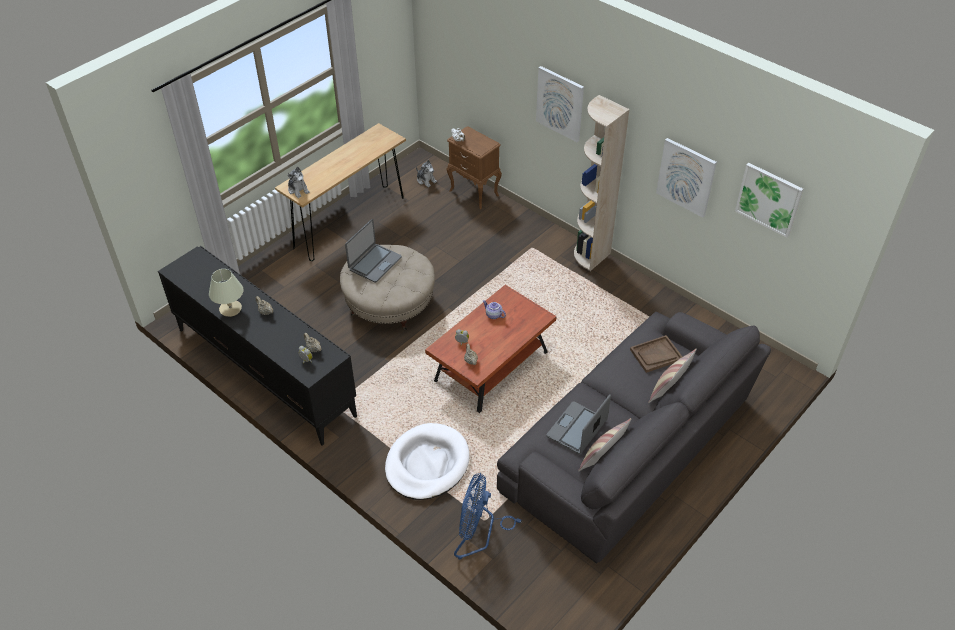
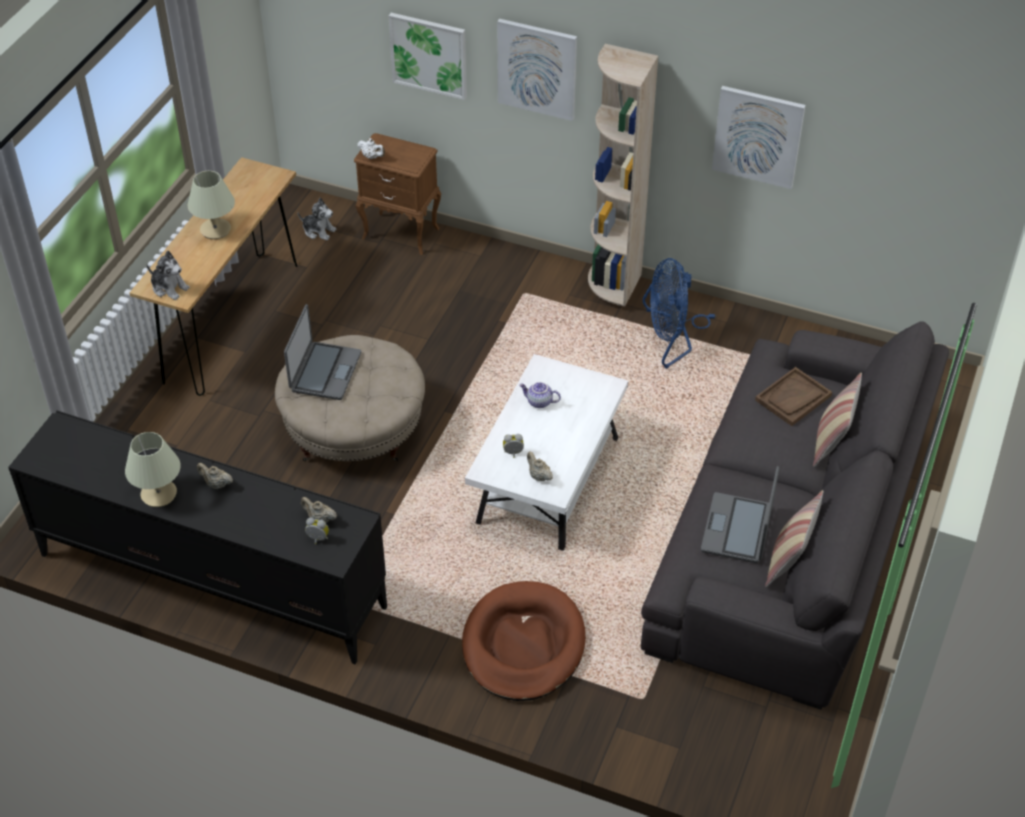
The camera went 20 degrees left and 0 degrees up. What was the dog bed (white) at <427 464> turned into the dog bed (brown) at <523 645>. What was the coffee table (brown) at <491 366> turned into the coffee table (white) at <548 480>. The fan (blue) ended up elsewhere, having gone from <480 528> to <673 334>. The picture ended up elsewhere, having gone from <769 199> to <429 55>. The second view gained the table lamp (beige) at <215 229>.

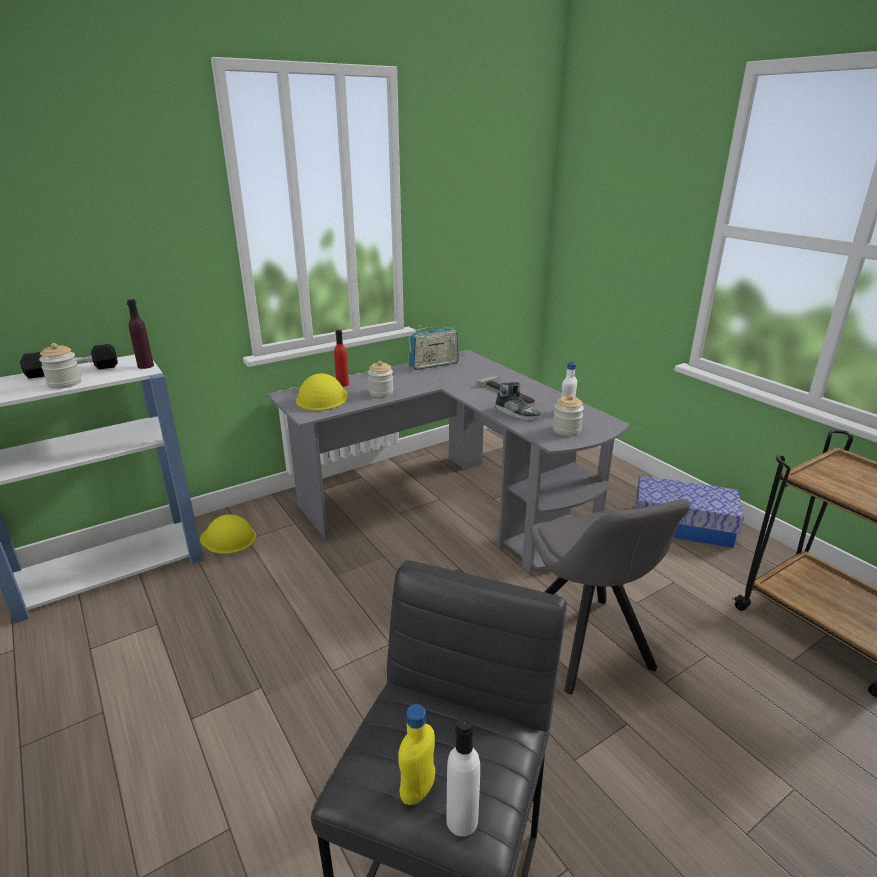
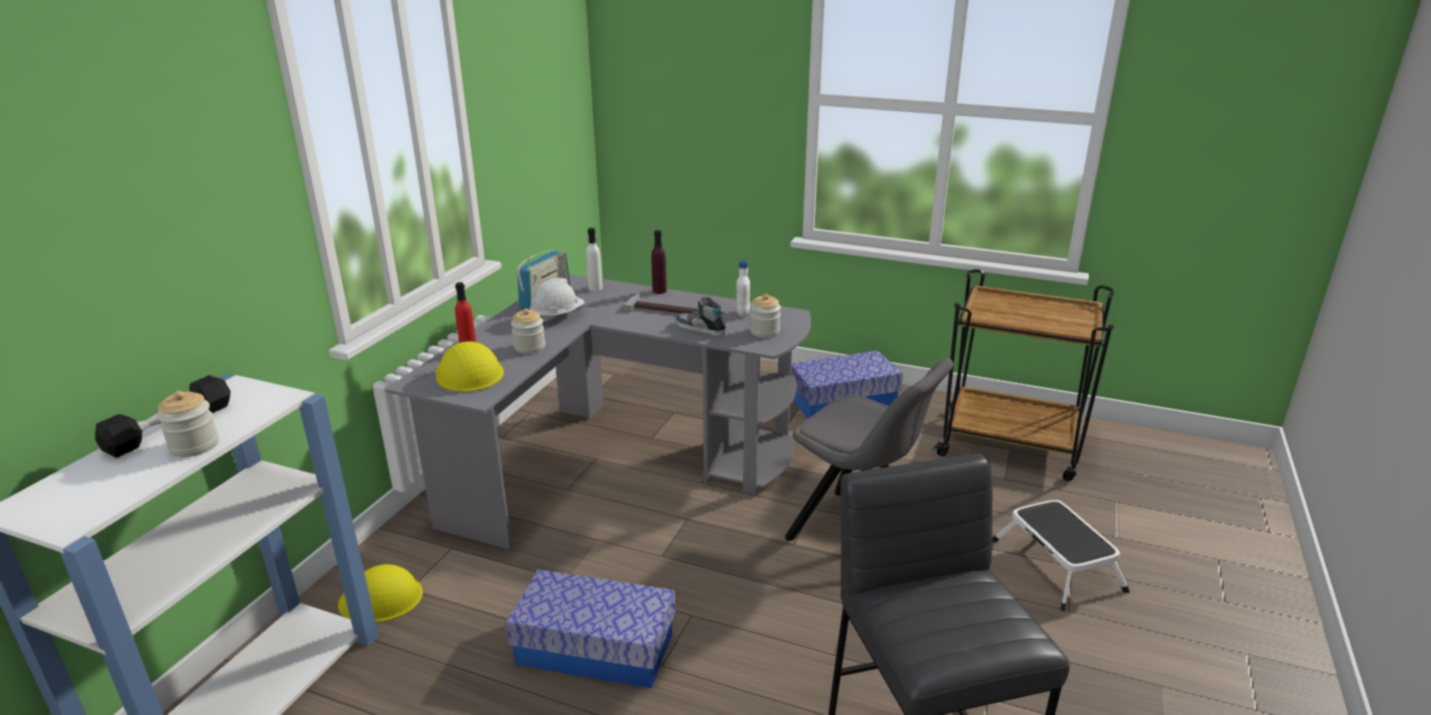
The camera went 35 degrees left and 0 degrees up. The bottle (purple) ended up elsewhere, having gone from <145 366> to <659 291>. The second view lost the bottle (yellow) at <418 790>. The bottle (white) ended up elsewhere, having gone from <462 820> to <595 288>. The shoe at <517 413> ended up facing another way, 150 degrees counterclockwise from before. The second view gained the storage box at <595 648>. The second view gained the hard hat (white) at <557 316>. The second view gained the step ladder (black) at <1057 565>.

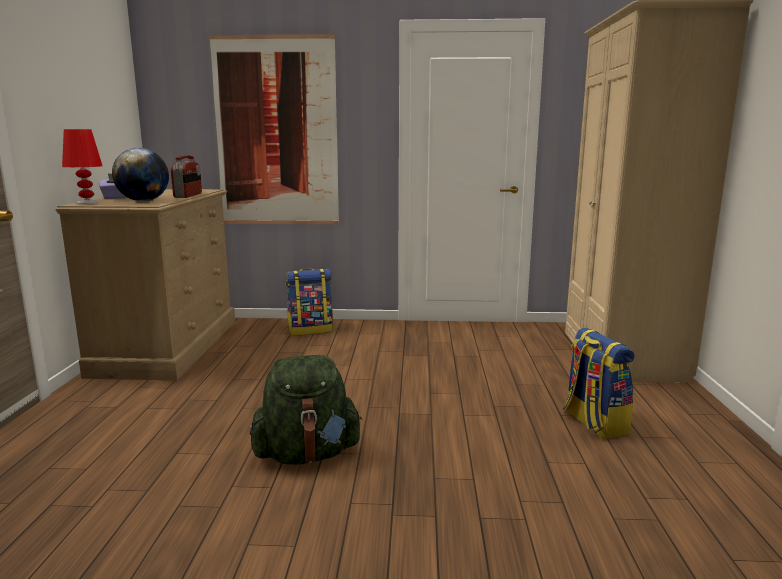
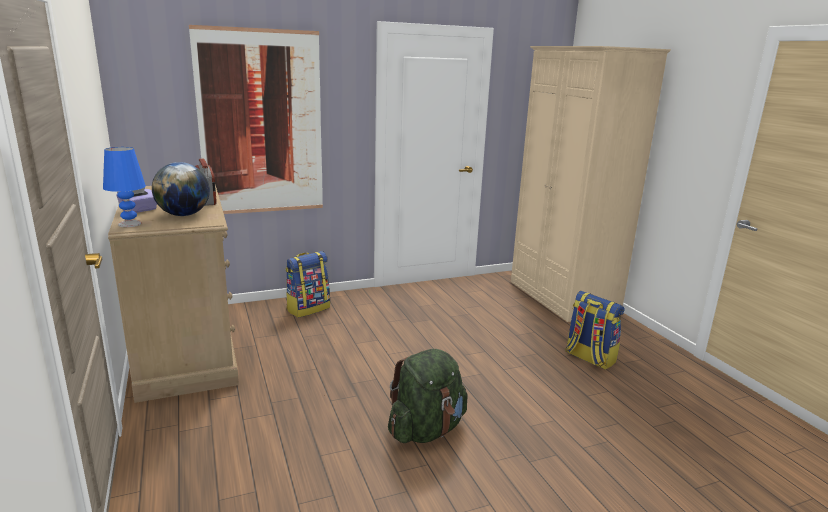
The camera went 25 degrees left and 5 degrees up. What was the table lamp (red) at <87 203> turned into the table lamp (blue) at <130 224>.

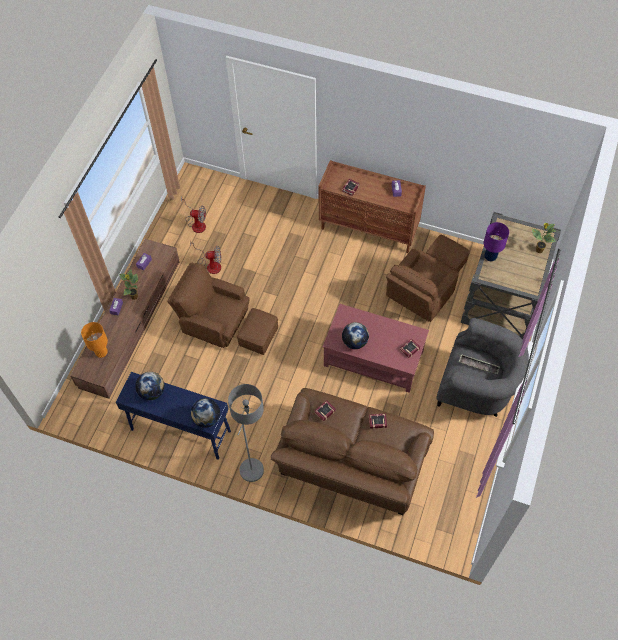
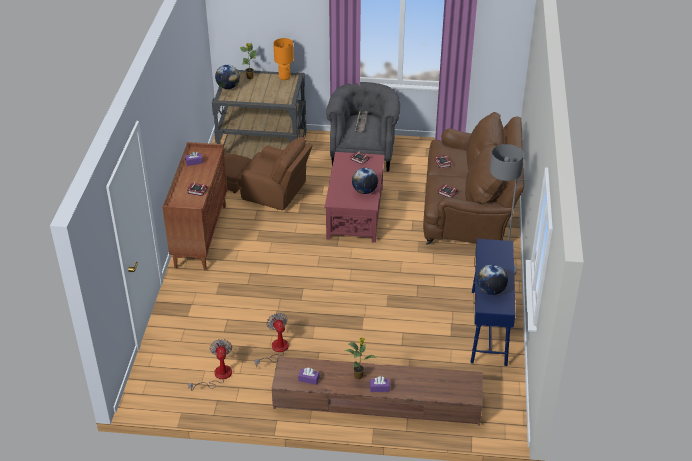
The camera went 105 degrees left and 20 degrees down. The table lamp (orange) ended up elsewhere, having gone from <102 353> to <284 78>. The second view lost the armchair (brown) at <224 324>. The globe ended up elsewhere, having gone from <207 418> to <228 87>. The second view lost the table lamp (purple) at <490 257>.

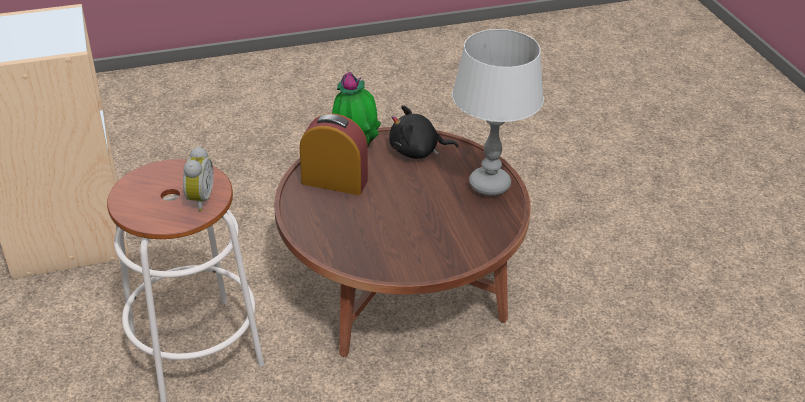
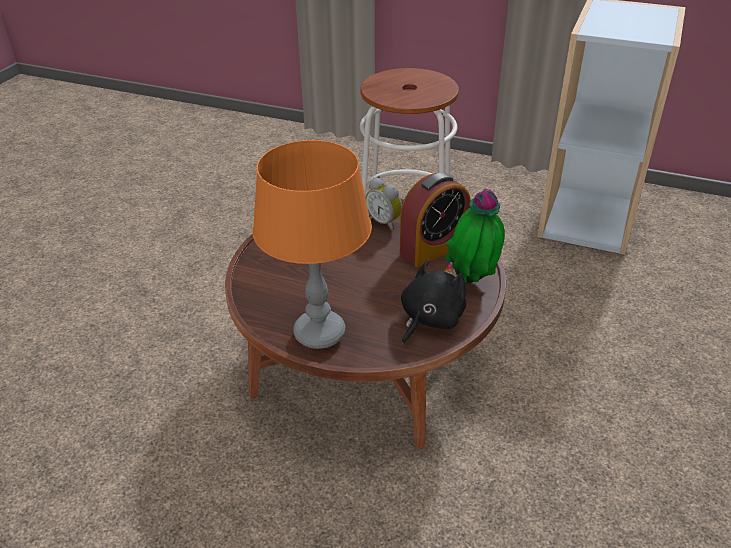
The camera went 130 degrees right and 0 degrees up. The alarm clock ended up elsewhere, having gone from <198 200> to <385 222>. What was the table lamp (grey) at <489 185> turned into the table lamp (orange) at <319 333>.

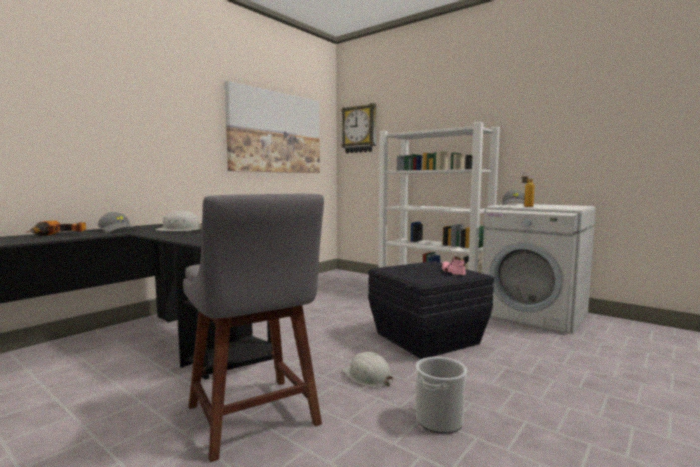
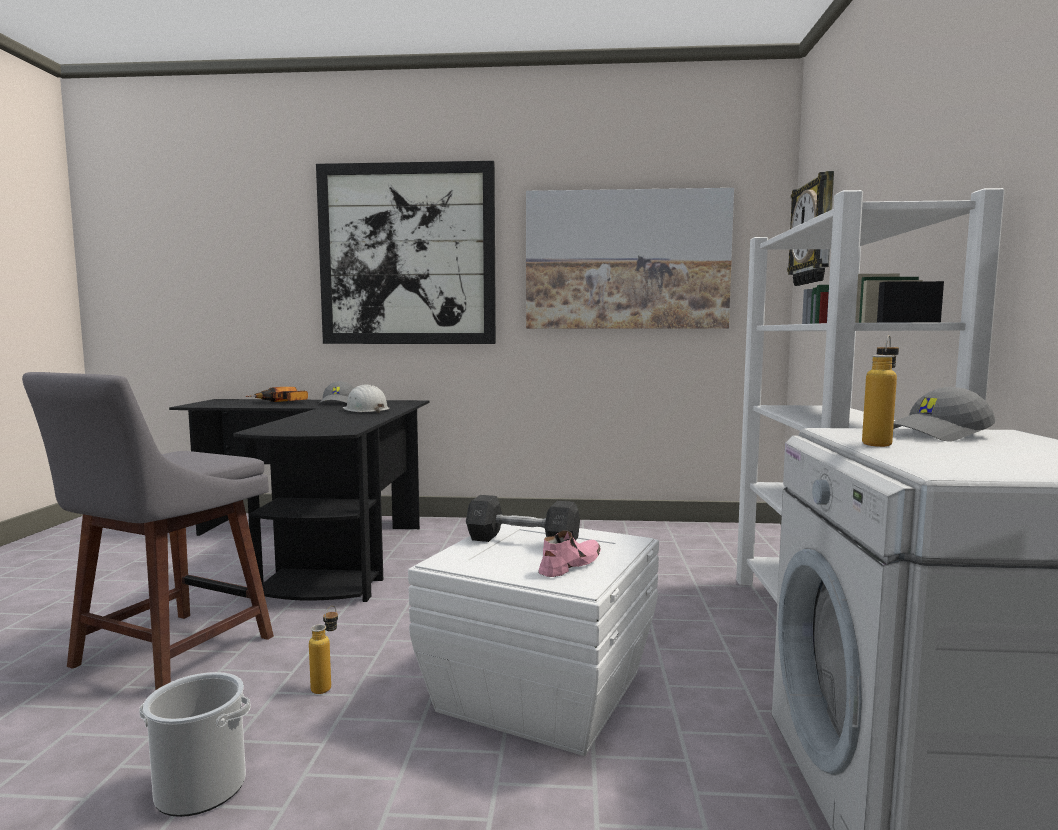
The camera went 55 degrees right and 0 degrees up. Where the hard hat (white) stood at <367 376>, the bottle came to stand at <326 685>. What was the storage box (black) at <425 338> turned into the storage box (white) at <540 690>. The second view gained the picture at <407 255>. The second view gained the dumbbell (grey) at <522 541>.

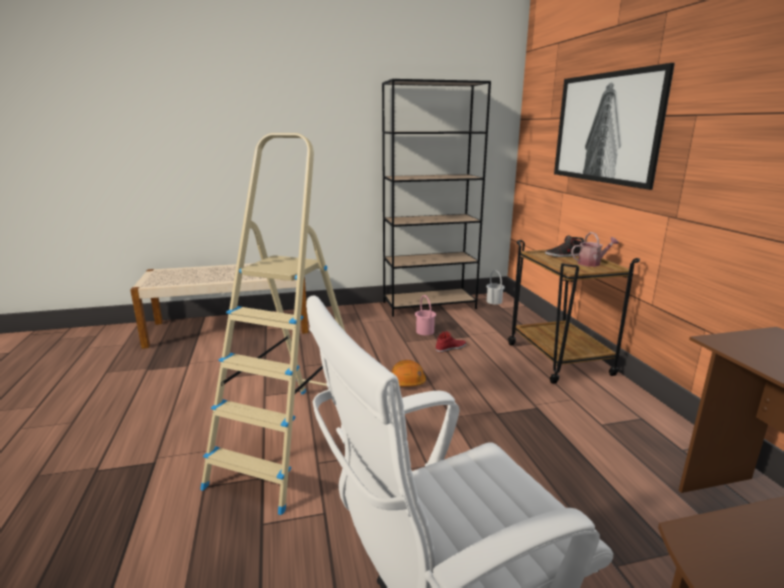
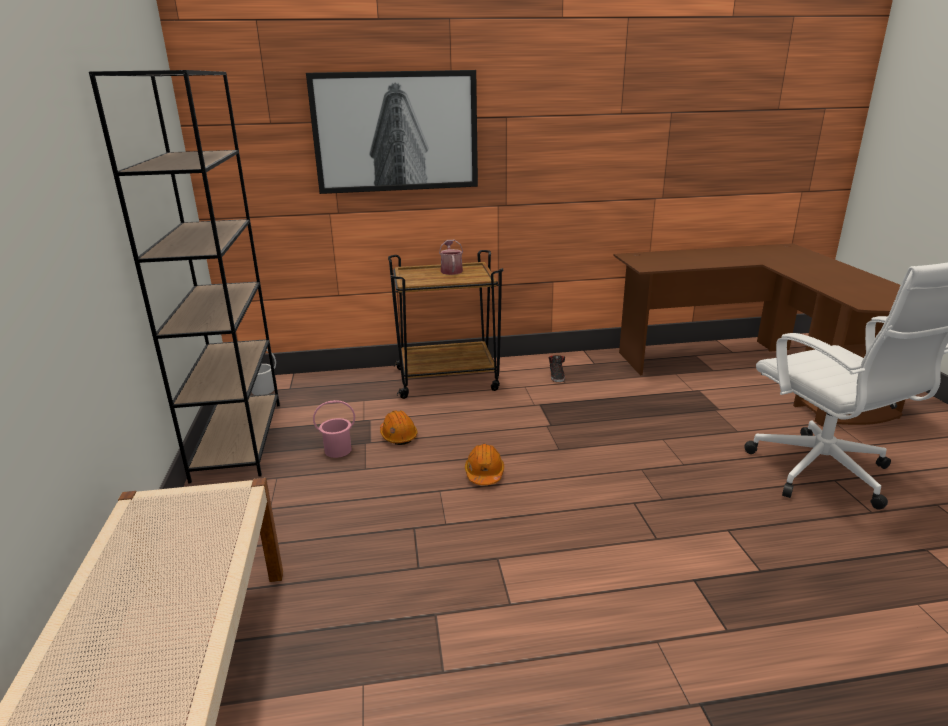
The camera went 85 degrees left and 5 degrees up. The second view lost the step ladder (beige) at <294 442>. Where the shoe (red) stood at <450 348>, the hard hat (orange) came to stand at <398 436>. The shoe (black) ended up elsewhere, having gone from <563 255> to <557 375>.

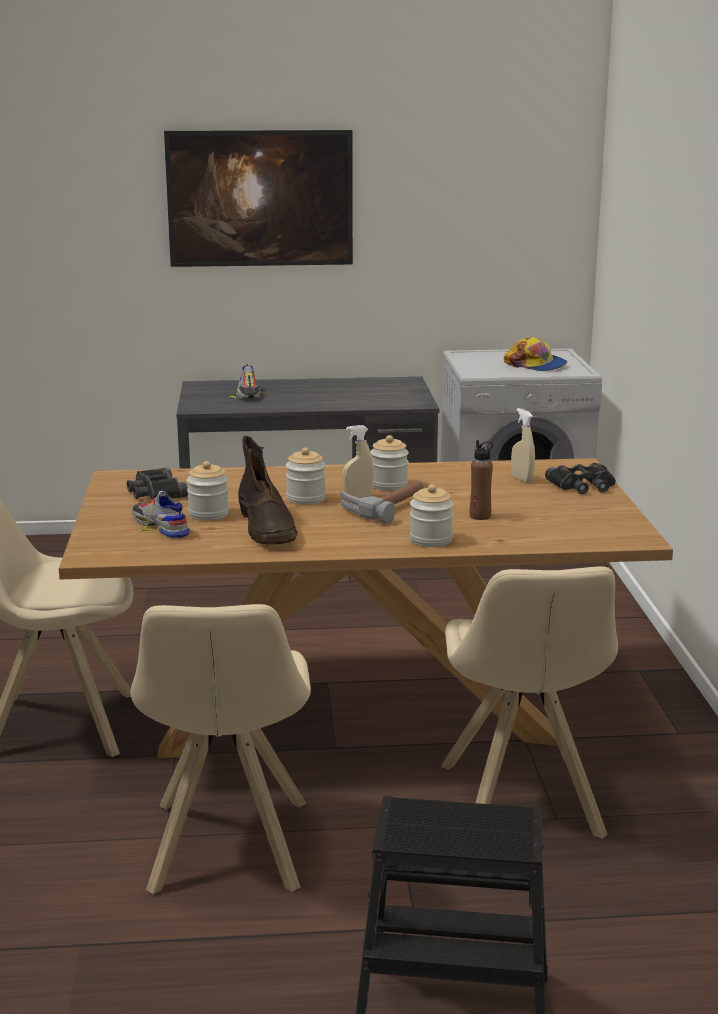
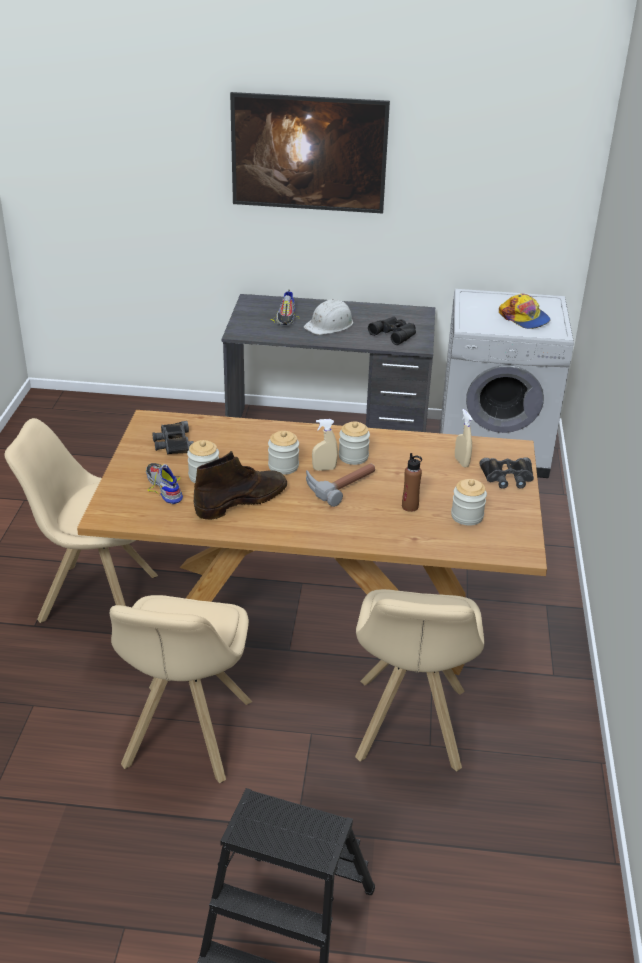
The camera went 10 degrees right and 15 degrees up. The boot (brown) at <267 528> ended up facing another way, 120 degrees counterclockwise from before. The jar ended up elsewhere, having gone from <431 540> to <467 516>. The second view gained the hard hat (white) at <330 325>. The second view gained the binoculars (black) at <395 334>.

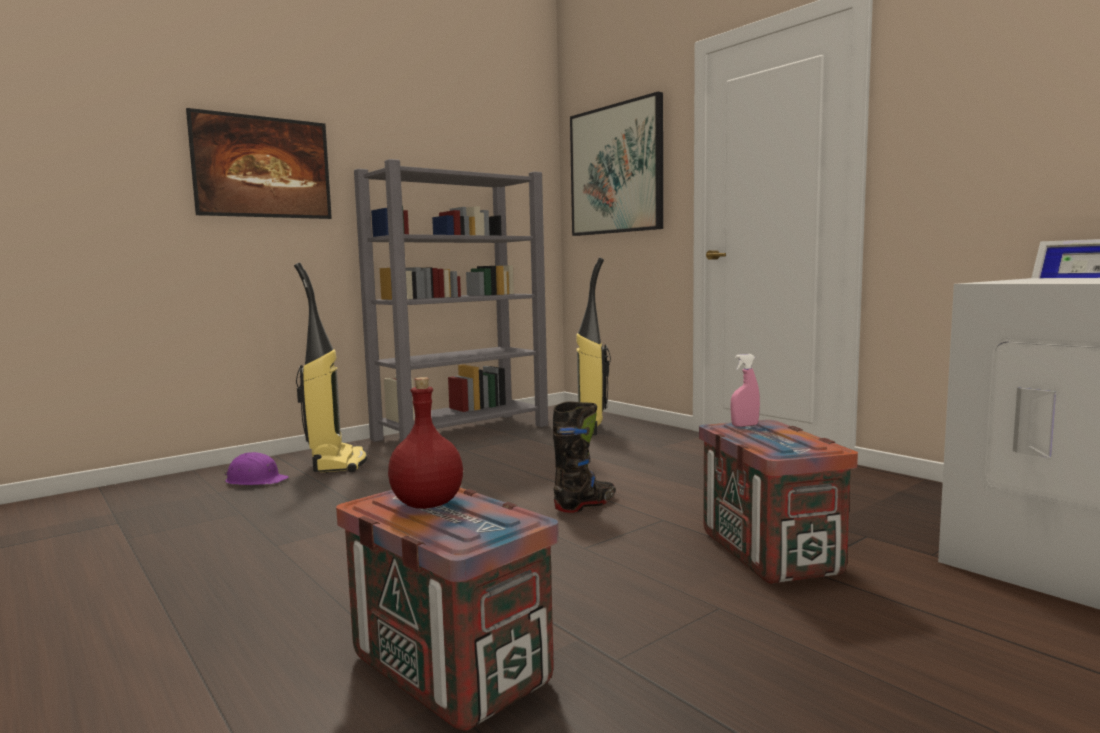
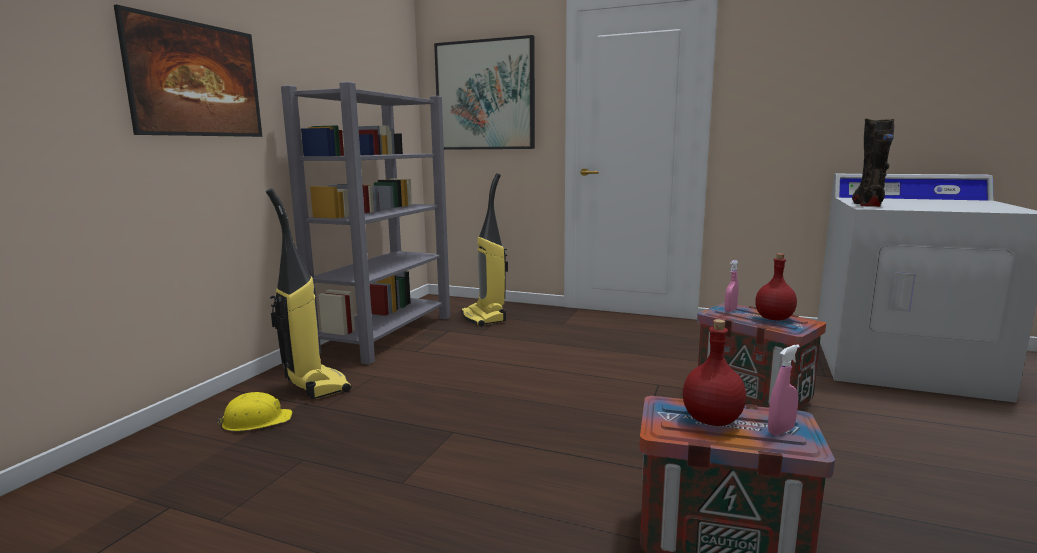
The camera went 30 degrees left and 5 degrees up. What was the hard hat (purple) at <256 480> turned into the hard hat (yellow) at <256 421>. The boot (black) ended up elsewhere, having gone from <585 504> to <867 204>. The second view gained the bottle (red) at <773 318>. The second view gained the spray bottle (pink) at <781 430>.

